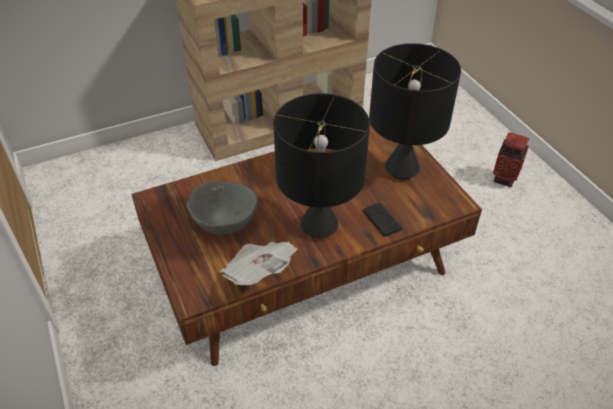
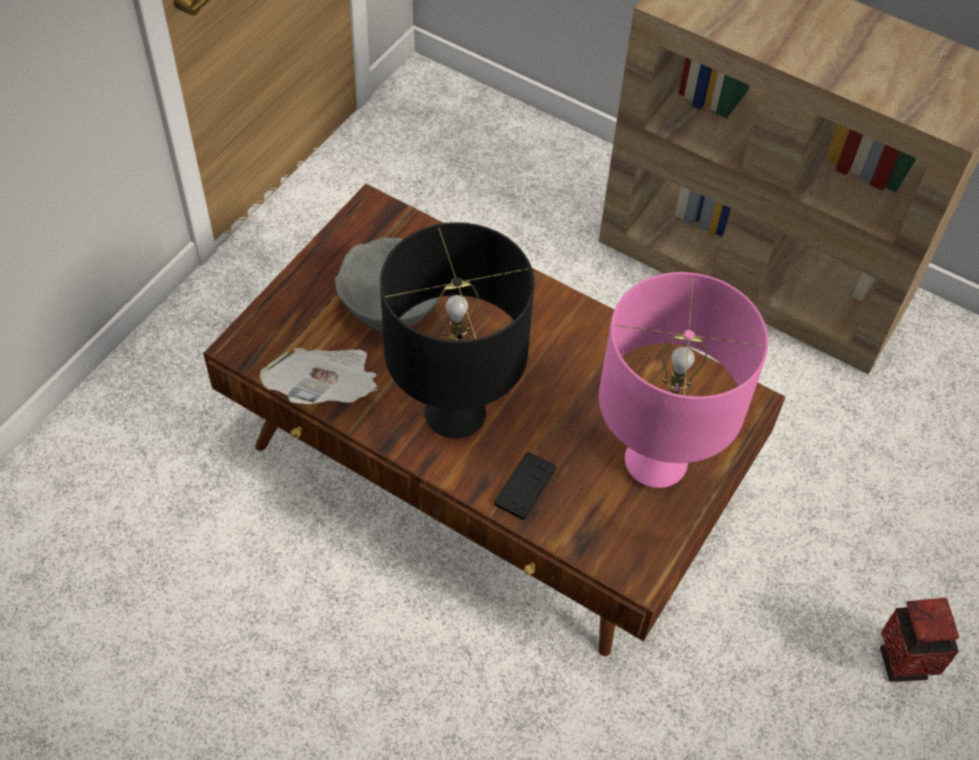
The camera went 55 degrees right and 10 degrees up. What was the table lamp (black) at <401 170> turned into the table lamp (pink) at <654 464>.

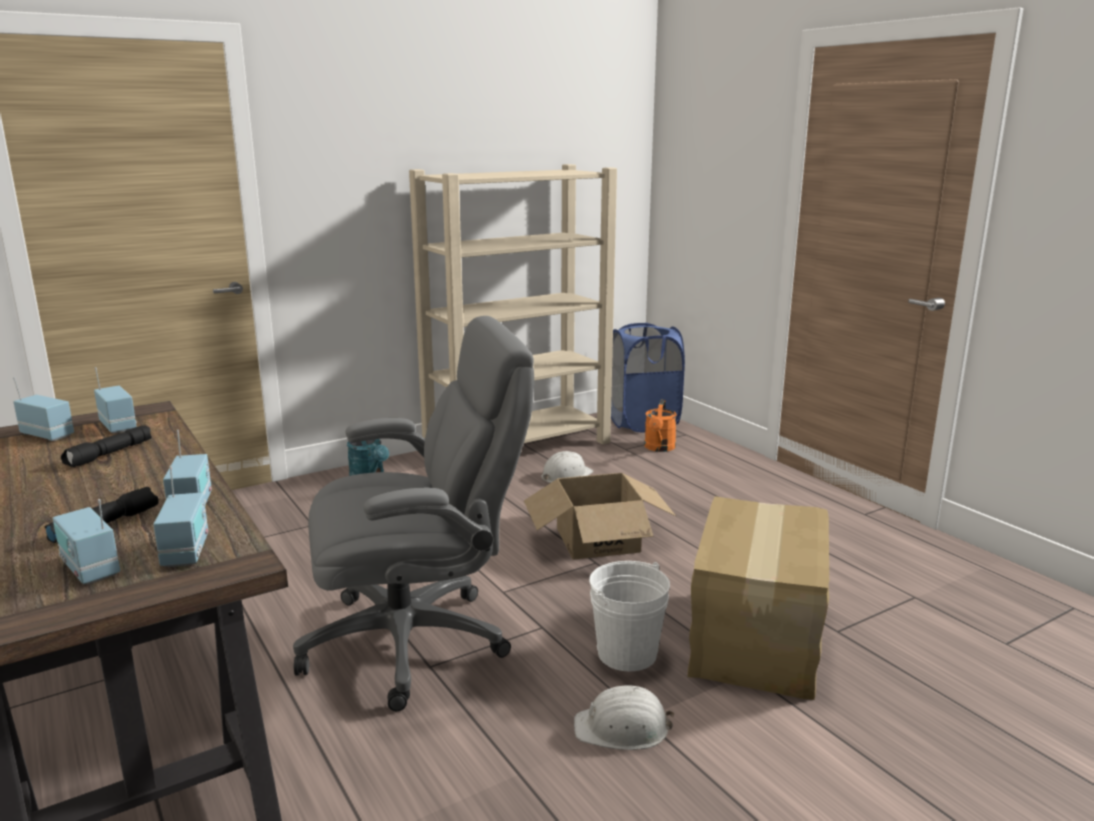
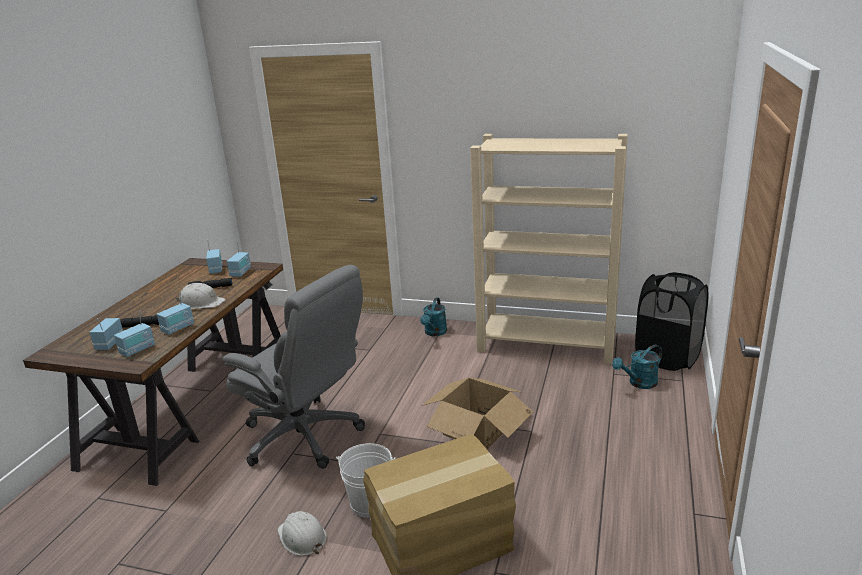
The camera went 50 degrees right and 5 degrees up. The hard hat (white) ended up elsewhere, having gone from <566 475> to <201 303>. What was the laundry basket (blue) at <643 423> turned into the laundry basket (black) at <667 357>. What was the watering can (orange) at <659 448> turned into the watering can (turquoise) at <639 383>.

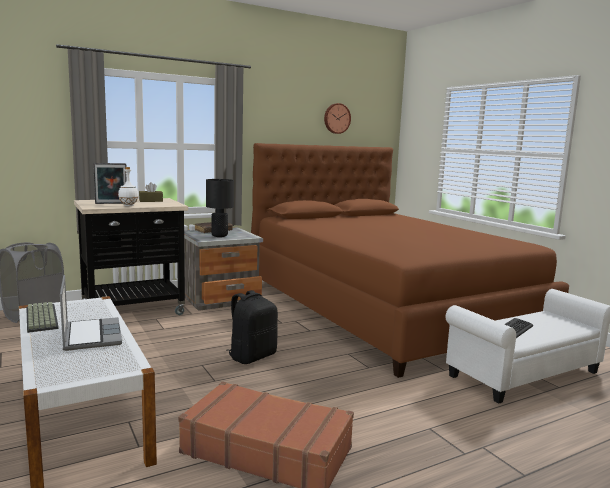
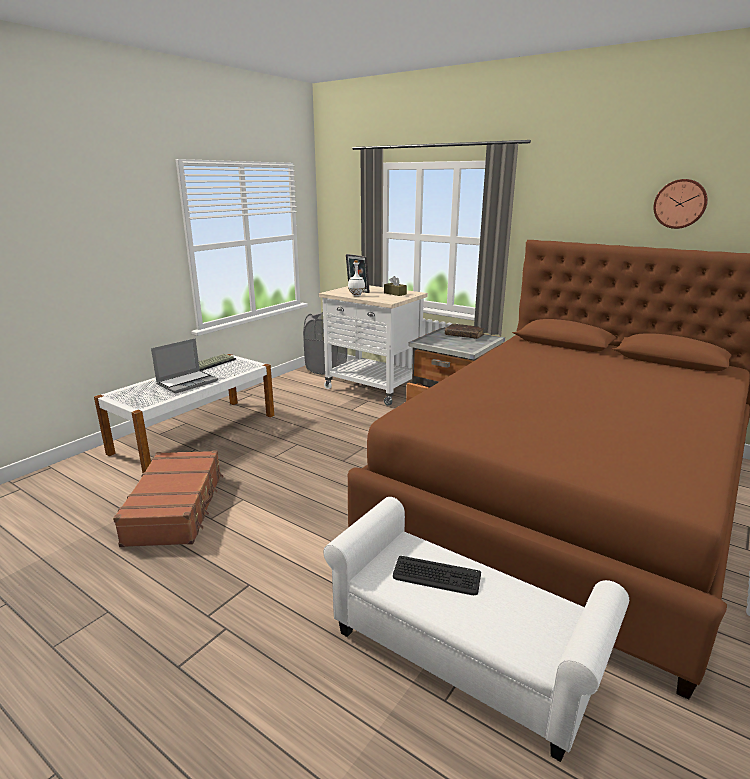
The camera went 65 degrees right and 10 degrees up. What was the cart (black) at <133 311> turned into the cart (white) at <373 389>. The second view lost the table lamp (black) at <220 236>. The second view lost the backpack (black) at <252 356>.

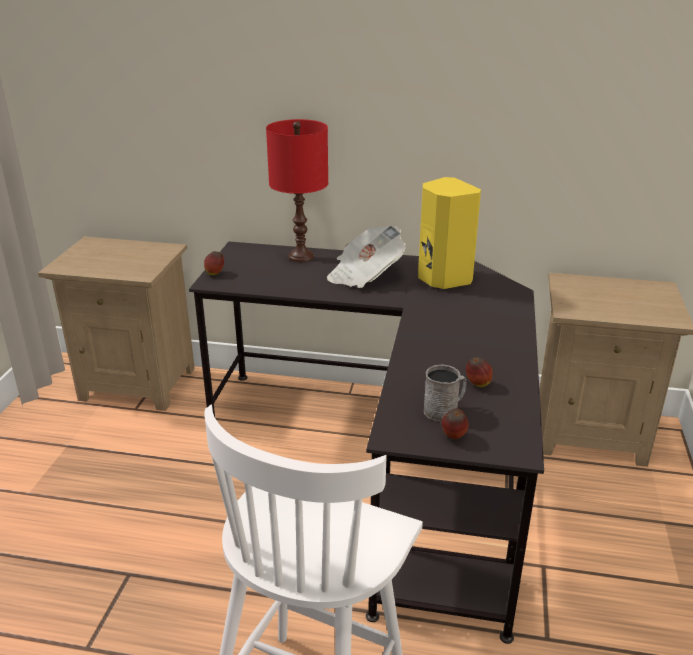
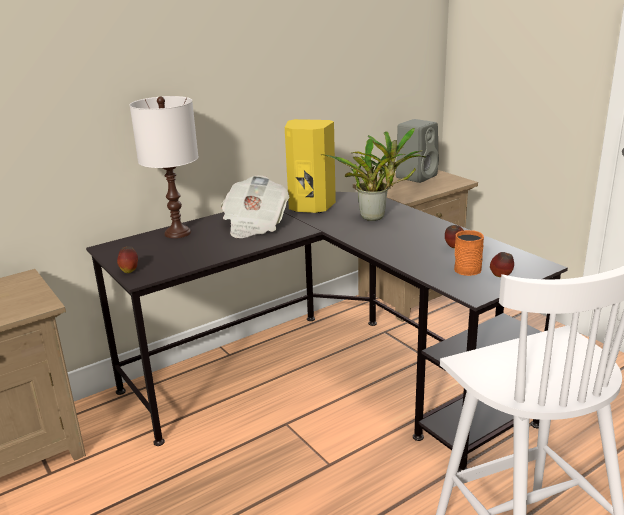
The camera went 45 degrees left and 5 degrees down. What was the table lamp (red) at <300 256> turned into the table lamp (white) at <177 233>. What was the mug (grey) at <444 410> turned into the mug (orange) at <467 267>. The second view gained the potted plant at <376 217>. The second view gained the speaker (grey) at <417 176>.

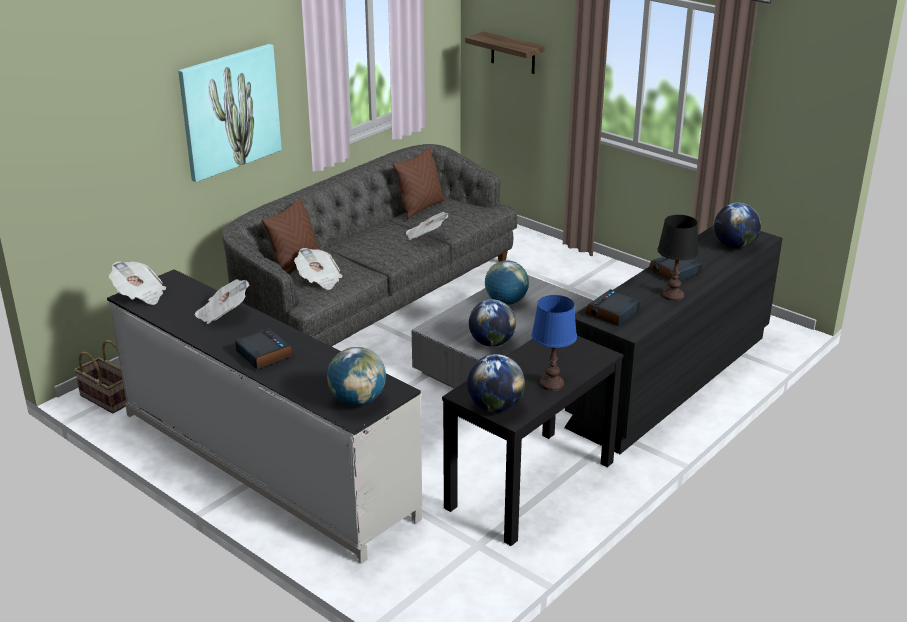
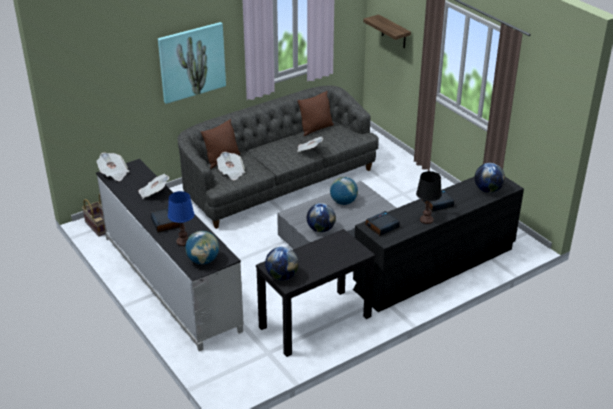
The camera went 15 degrees right and 5 degrees up. The table lamp (blue) ended up elsewhere, having gone from <552 383> to <183 241>.

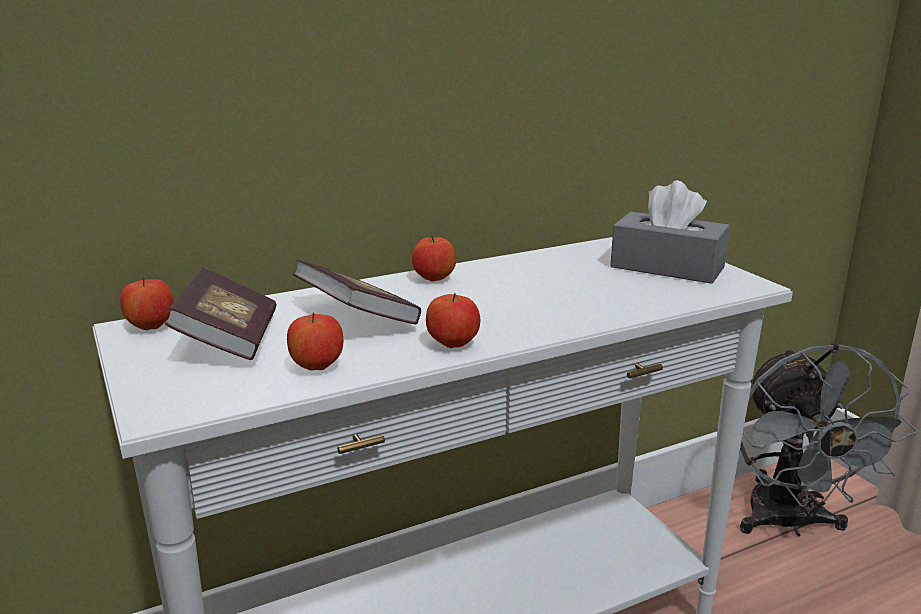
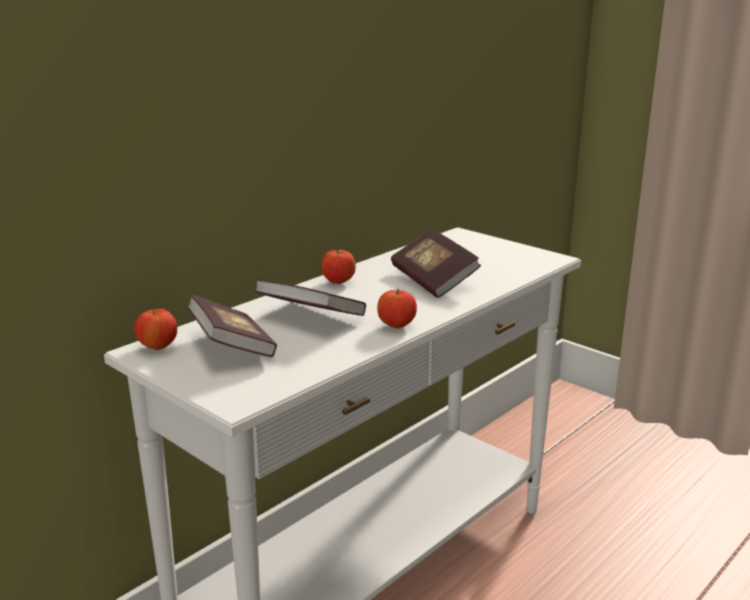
The camera went 20 degrees left and 0 degrees up. The second view lost the apple at <316 367>. The second view lost the tissue box (grey) at <667 267>. The second view lost the fan (grey) at <789 524>. The second view gained the book at <433 280>.

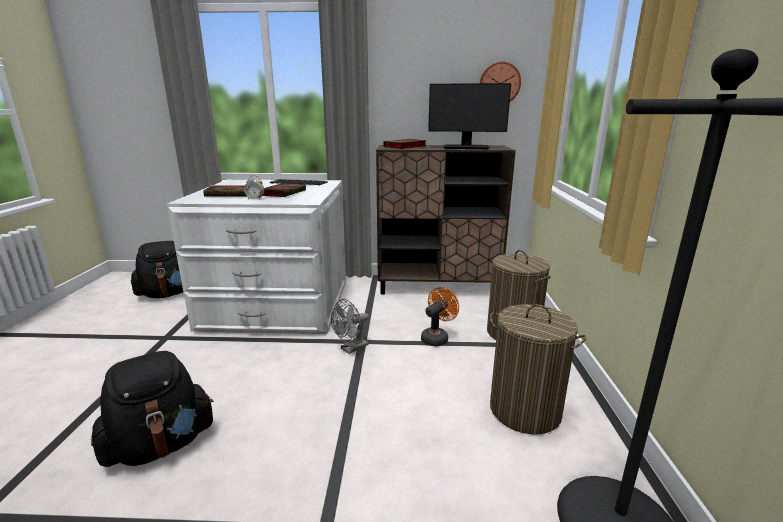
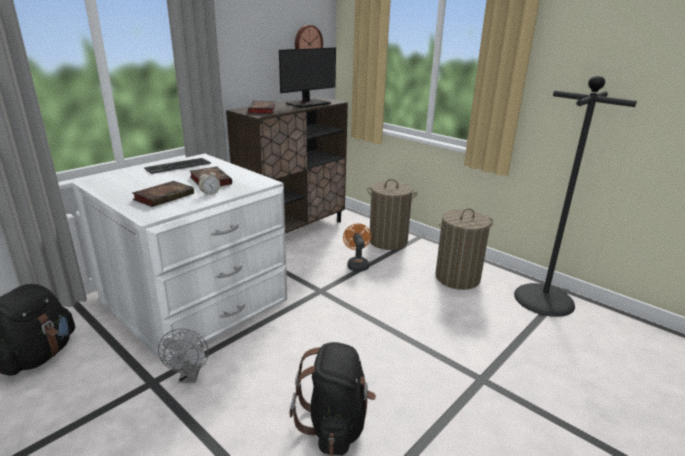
The camera went 50 degrees left and 5 degrees up. The fan (grey) ended up elsewhere, having gone from <351 349> to <190 377>.

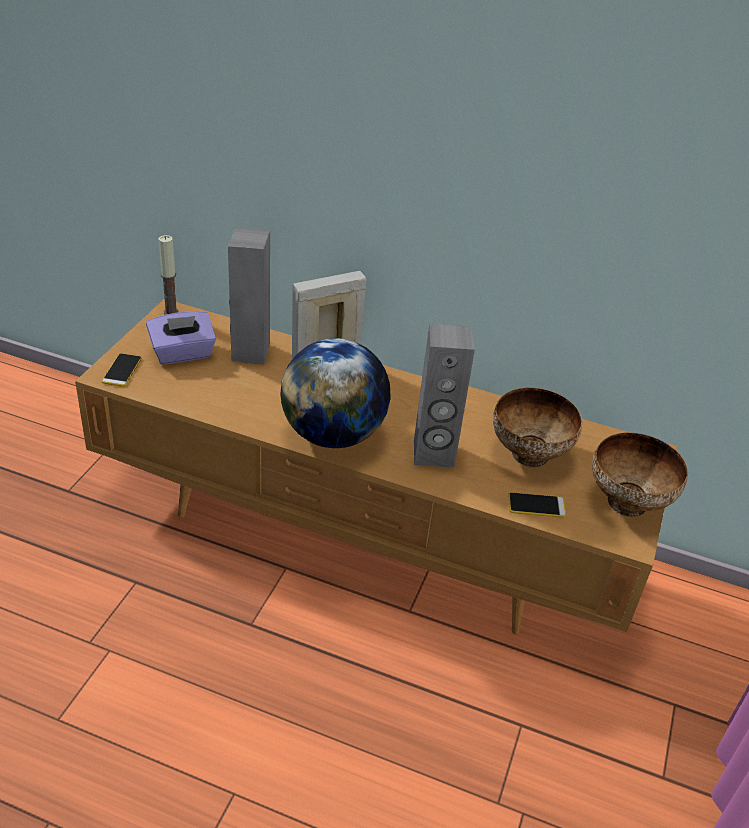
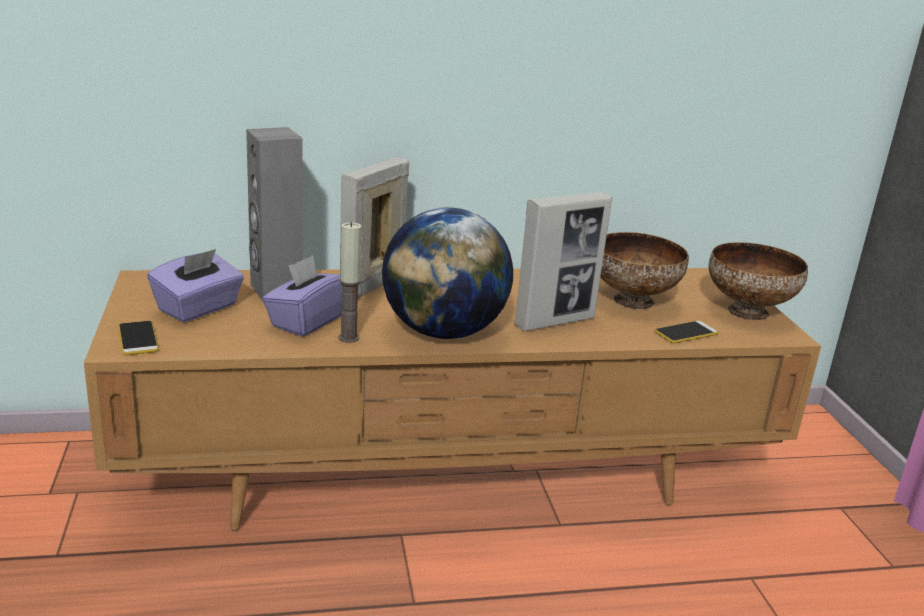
The camera went 30 degrees left and 15 degrees down. The candle ended up elsewhere, having gone from <171 312> to <349 338>. Where the speaker (grey) stood at <433 454>, the picture frame came to stand at <555 322>. The second view gained the tissue box (purple) at <307 321>.

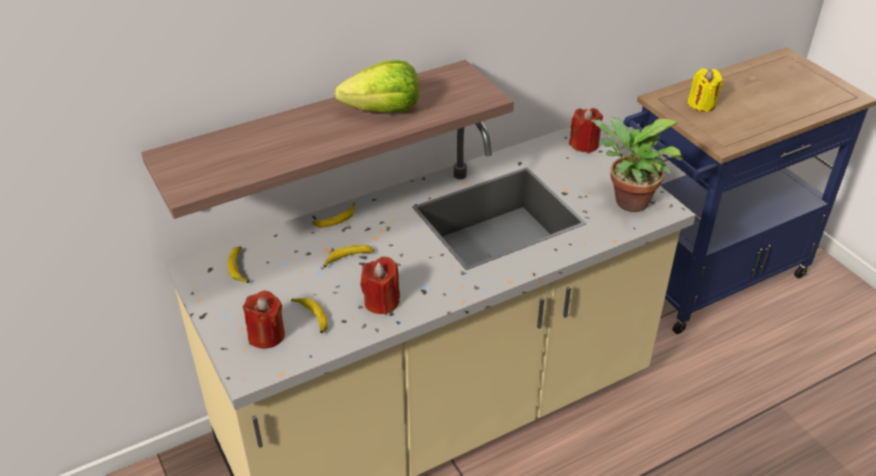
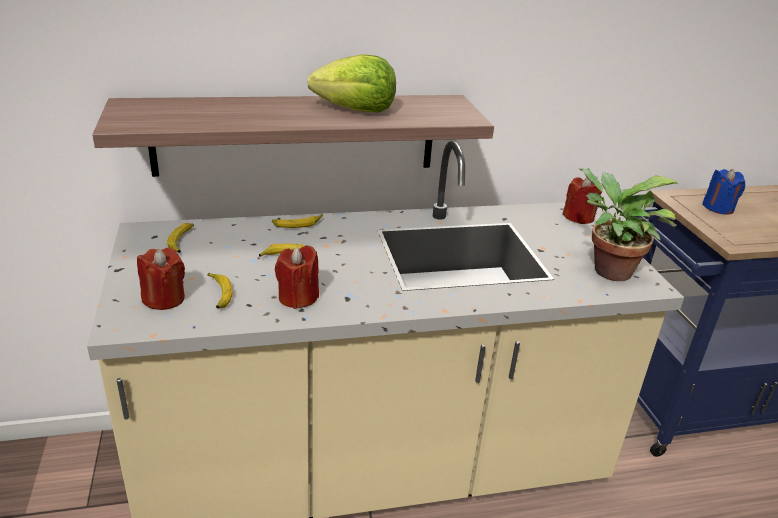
The camera went 15 degrees right and 10 degrees down. What was the candle (yellow) at <701 104> turned into the candle (blue) at <718 208>.

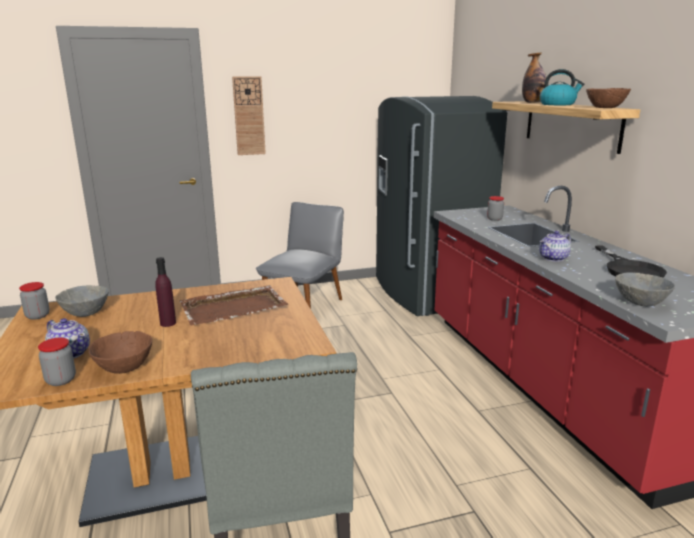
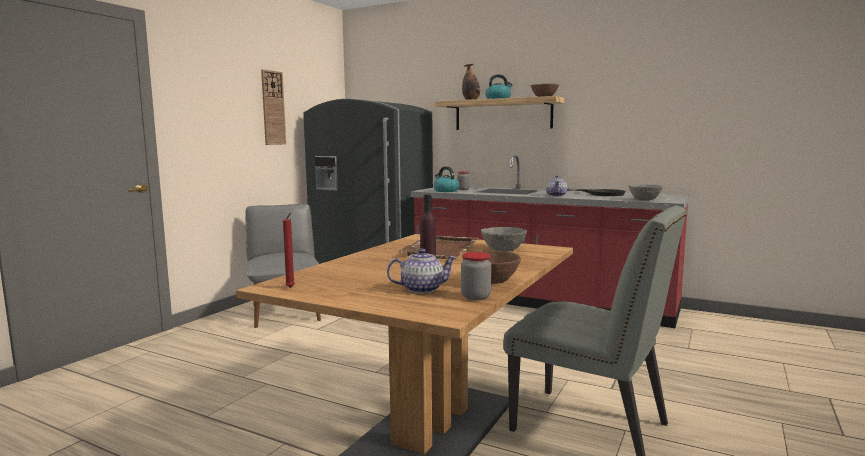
The camera went 45 degrees left and 10 degrees down. Where the jar stood at <37 316>, the candle (red) came to stand at <291 288>. The bowl (grey) ended up elsewhere, having gone from <86 313> to <503 250>. The wall clock ended up elsewhere, having gone from <249 116> to <273 108>. The second view gained the kettle at <445 191>.

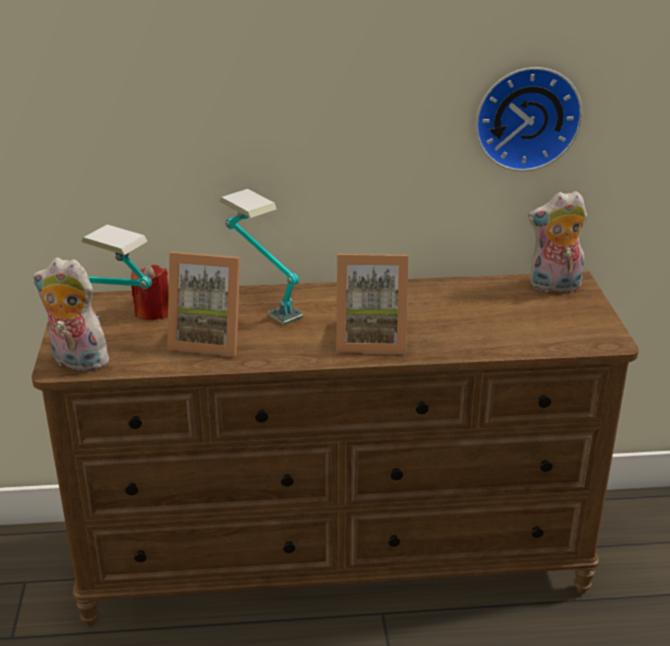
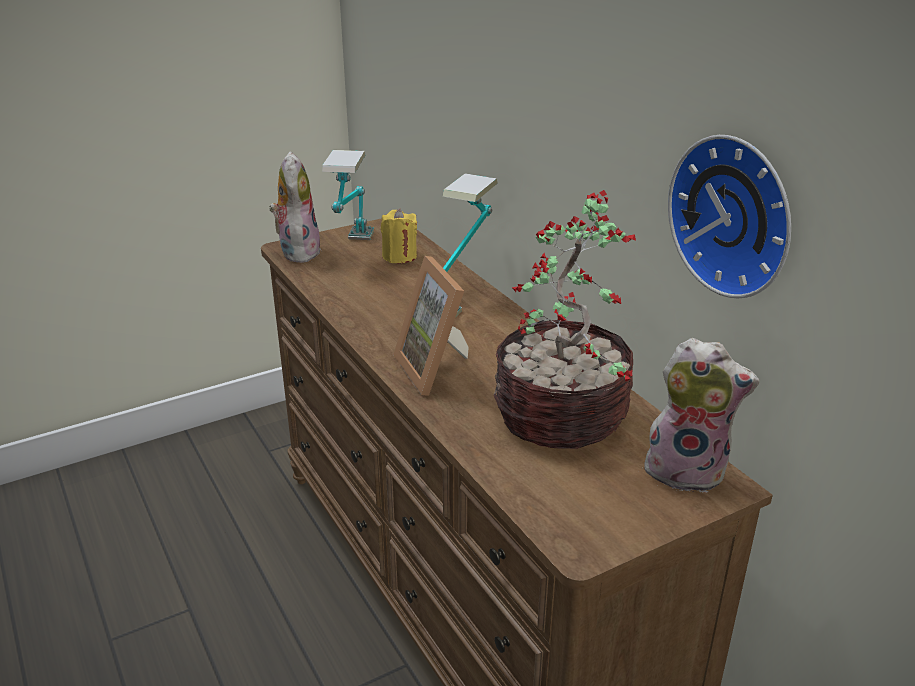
The camera went 65 degrees right and 0 degrees up. What was the candle (red) at <153 312> turned into the candle (yellow) at <399 256>. The second view lost the picture frame at <208 339>. The plush toy at <554 287> ended up facing another way, 135 degrees clockwise from before. The second view gained the potted plant at <563 417>.

